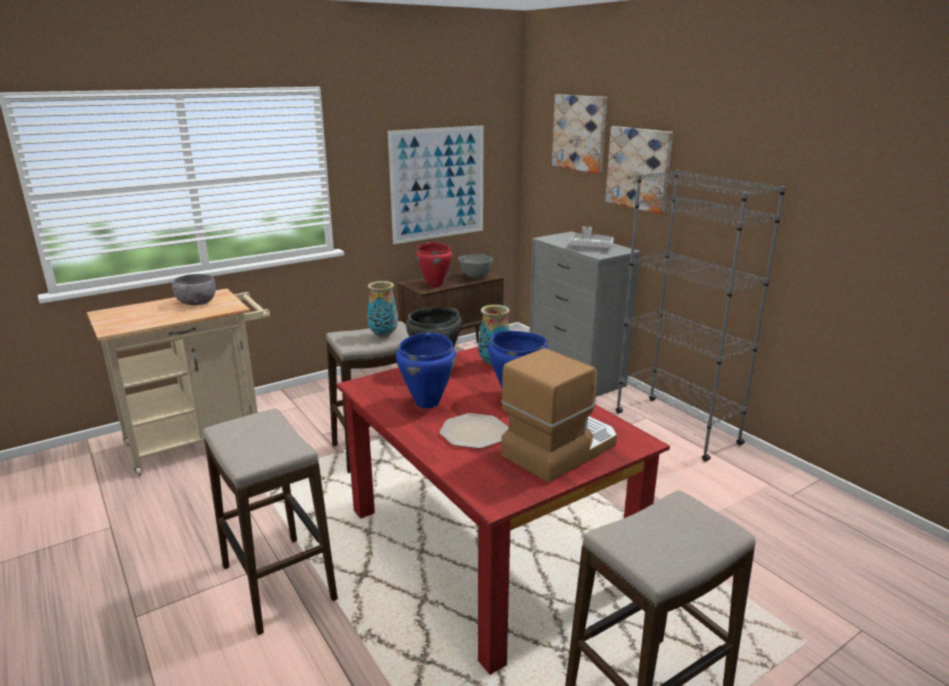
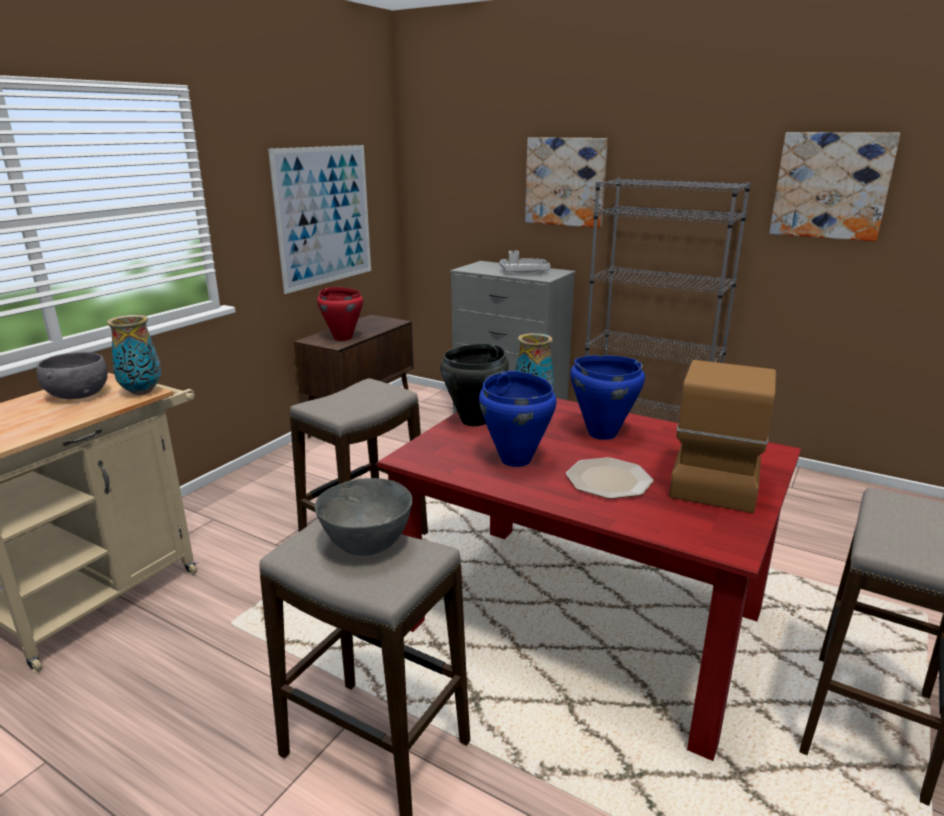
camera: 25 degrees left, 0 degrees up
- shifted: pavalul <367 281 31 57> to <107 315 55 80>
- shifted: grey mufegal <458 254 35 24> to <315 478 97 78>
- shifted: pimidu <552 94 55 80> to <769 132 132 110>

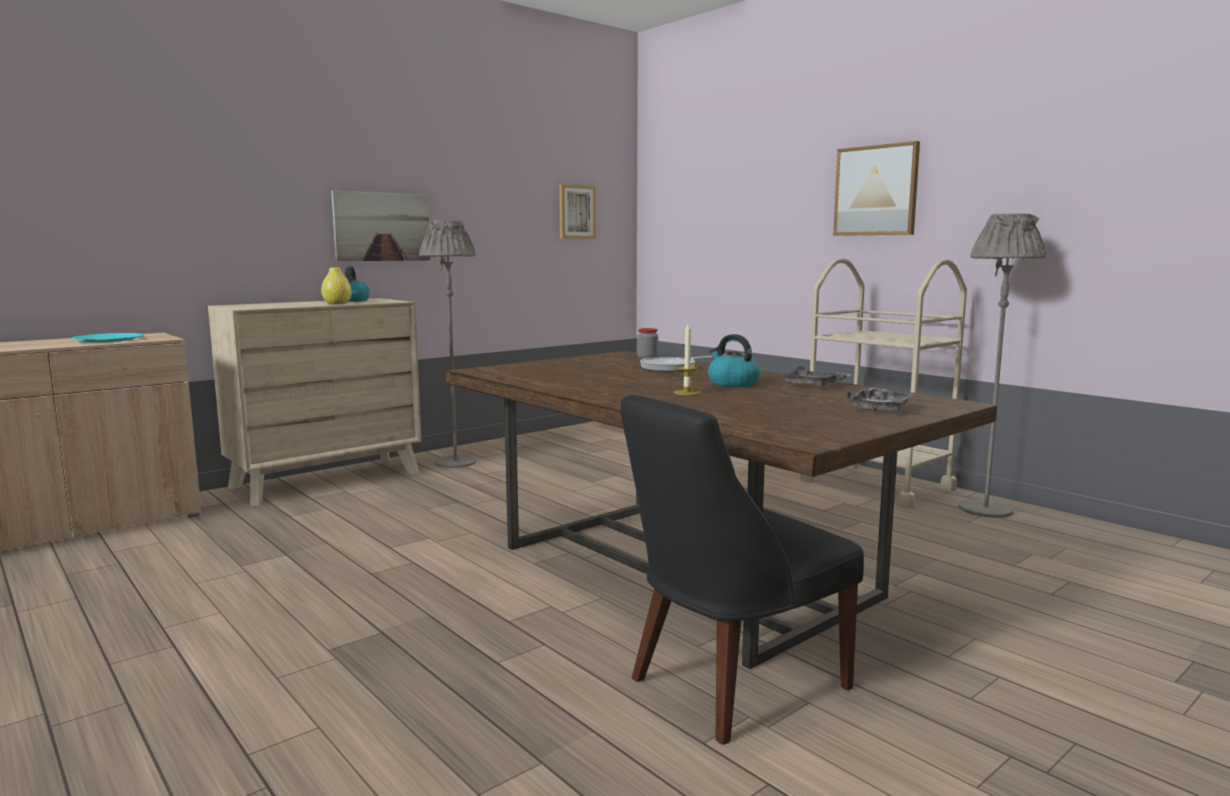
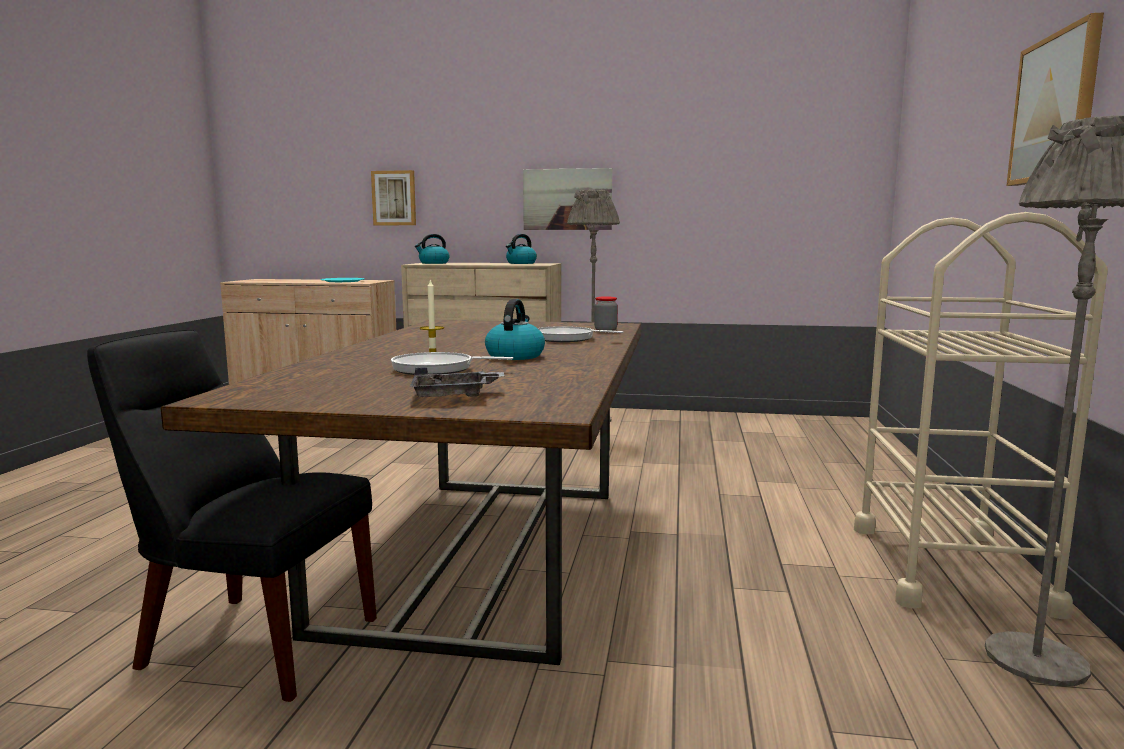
camera: 50 degrees right, 0 degrees up
- gone: yellow pavalul <321 268 31 36>
- gone: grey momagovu <781 366 71 21>
- new: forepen <391 352 122 23>
- new: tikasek <415 234 34 30>
- shifted: pimidu <559 184 37 55> to <371 170 45 55>

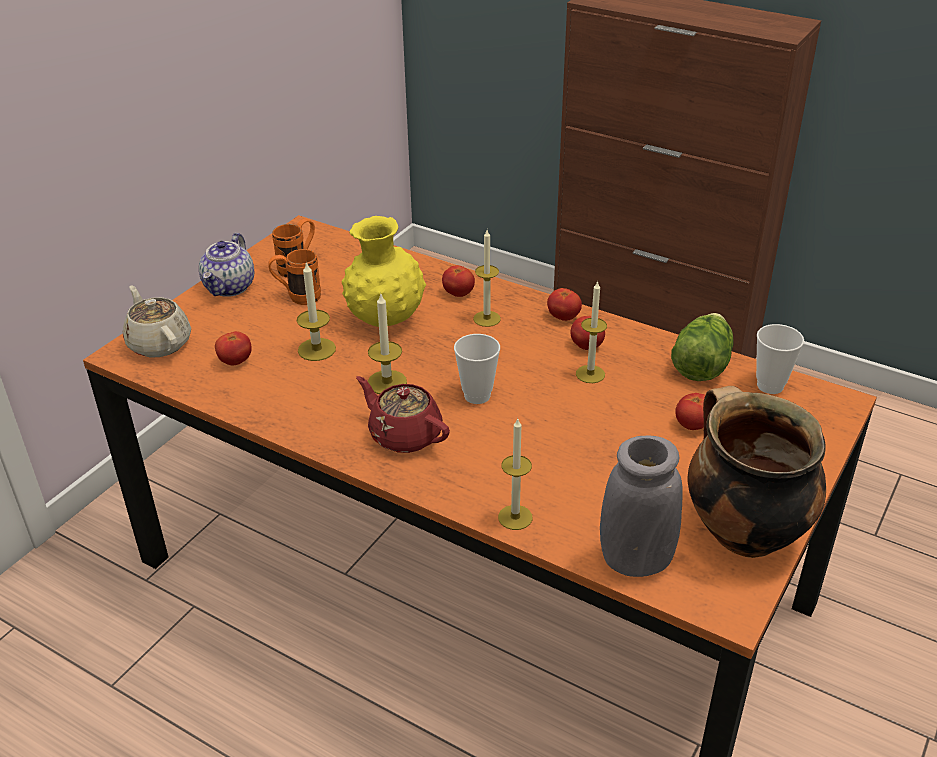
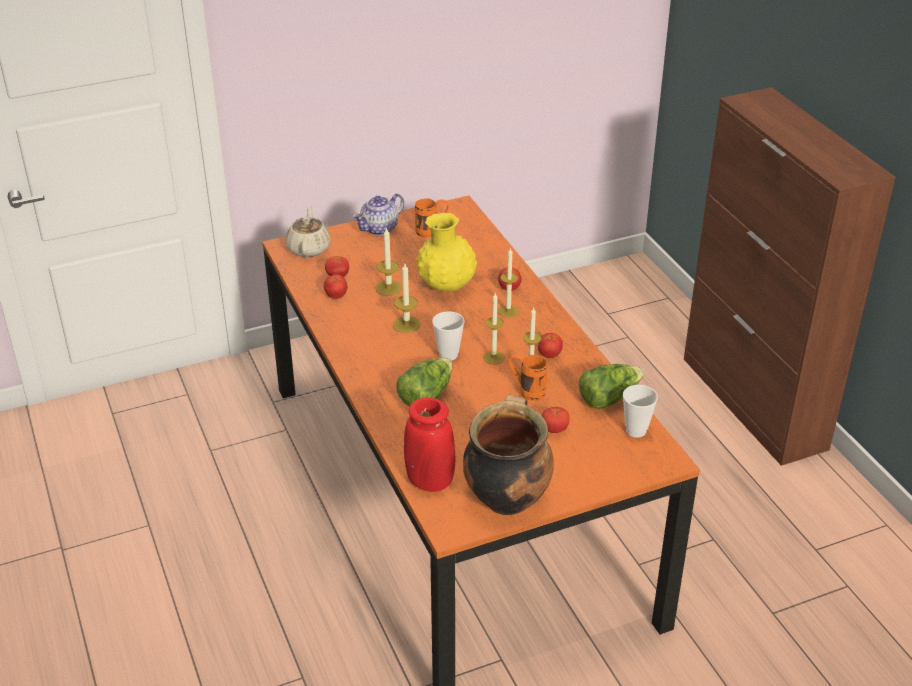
camera: 35 degrees right, 0 degrees up
- gone: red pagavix <356 376 94 77>
- new: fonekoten <396 358 56 49>
- shifted: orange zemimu <268 249 53 56> to <508 354 40 47>
- shifted: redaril <498 418 35 112> to <483 293 21 71>
- shifted: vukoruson <547 288 35 33> to <324 275 23 24>
- repainted: grey pavalul <600 436 83 141> to red pavalul <404 397 51 95>

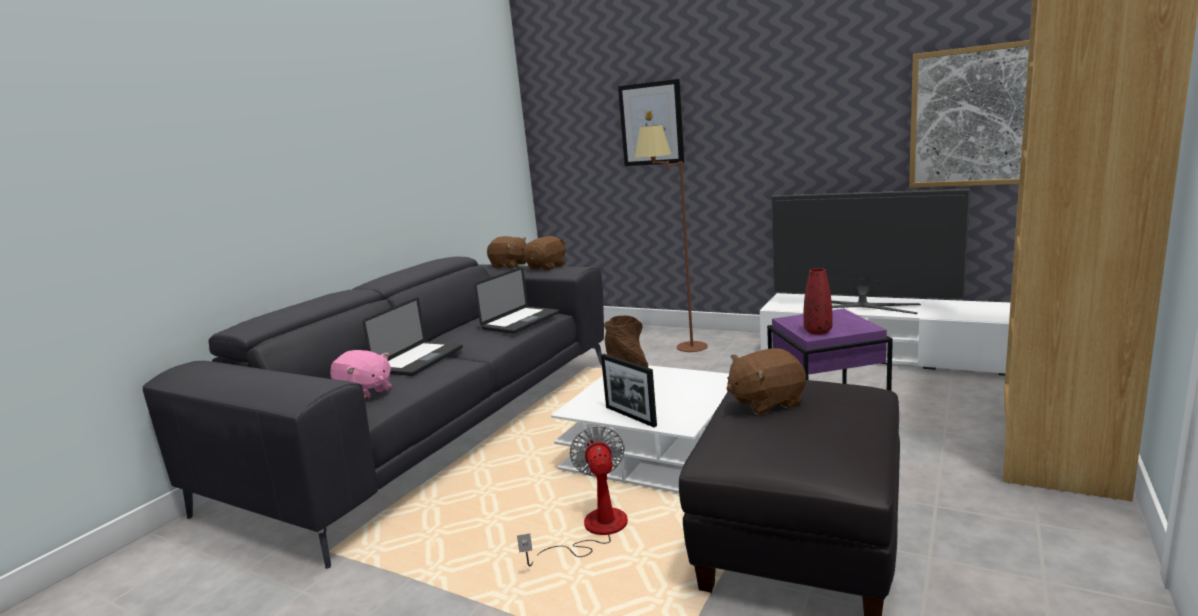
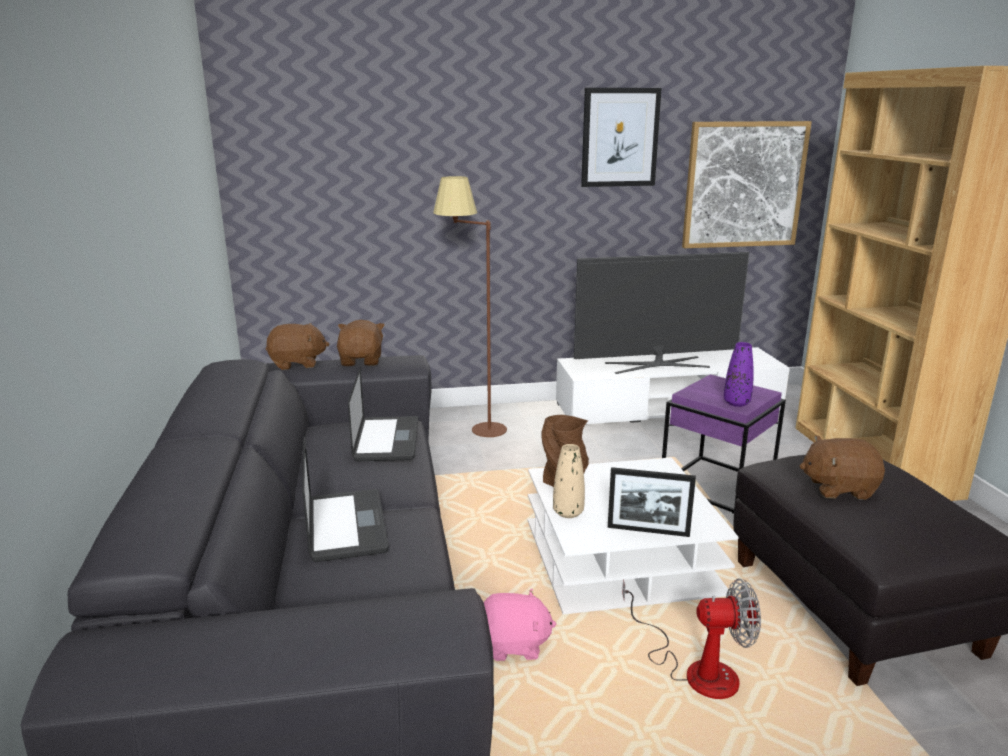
camera: 40 degrees left, 5 degrees up
- new: beige pavalul <553 444 32 74>
- shifted: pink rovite <330 350 62 51> to <484 589 72 72>
- shifted: pimidu <618 79 66 87> to <581 88 81 99>
- repainted: red pavalul <803 268 30 67> to purple pavalul <724 342 30 65>
- rotated: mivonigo <517 426 111 141> = <622 579 139 120> 135 degrees clockwise
- rotated: brown rovite <727 348 79 67> = <800 435 85 65> 60 degrees clockwise

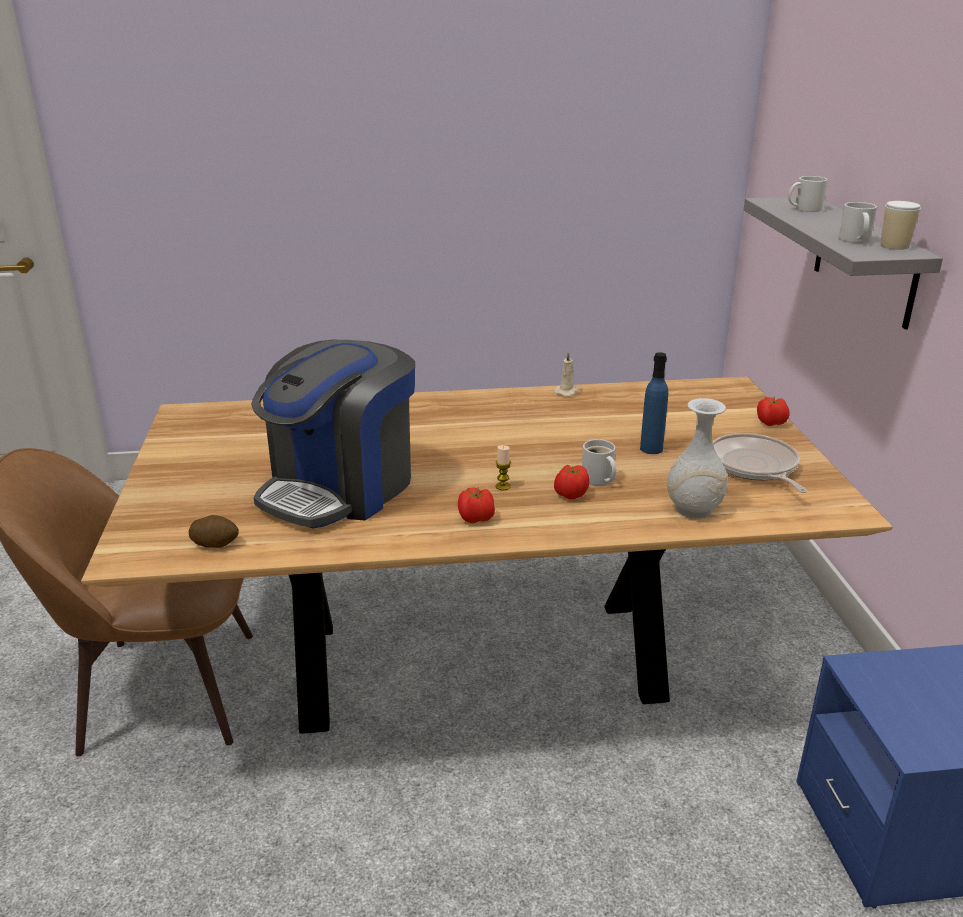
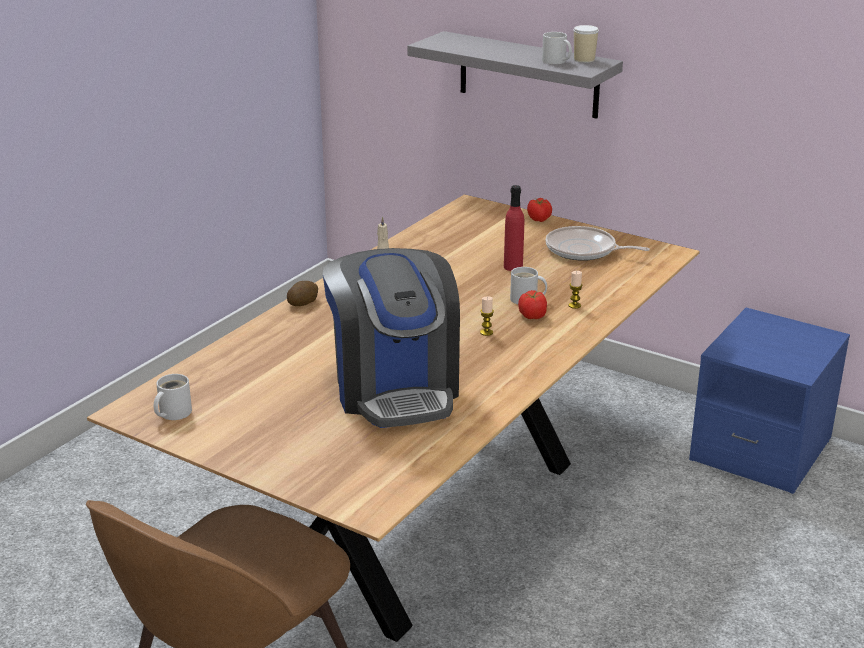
camera: 50 degrees left, 0 degrees up
- gone: vukoruson <458 487 37 36>
- gone: white pavalul <667 398 61 120>
- new: redaril <568 271 14 38>
- shifted: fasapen <189 515 50 33> to <287 281 31 25>
- shifted: white zemimu <788 176 39 36> to <154 374 38 46>
- repainted: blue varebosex <640 352 28 102> to red varebosex <504 185 20 86>

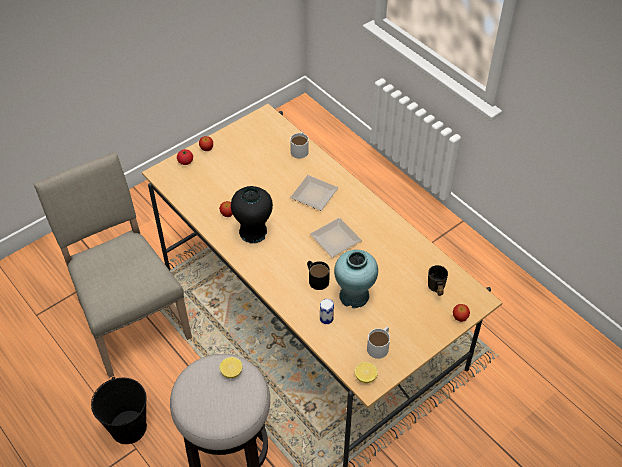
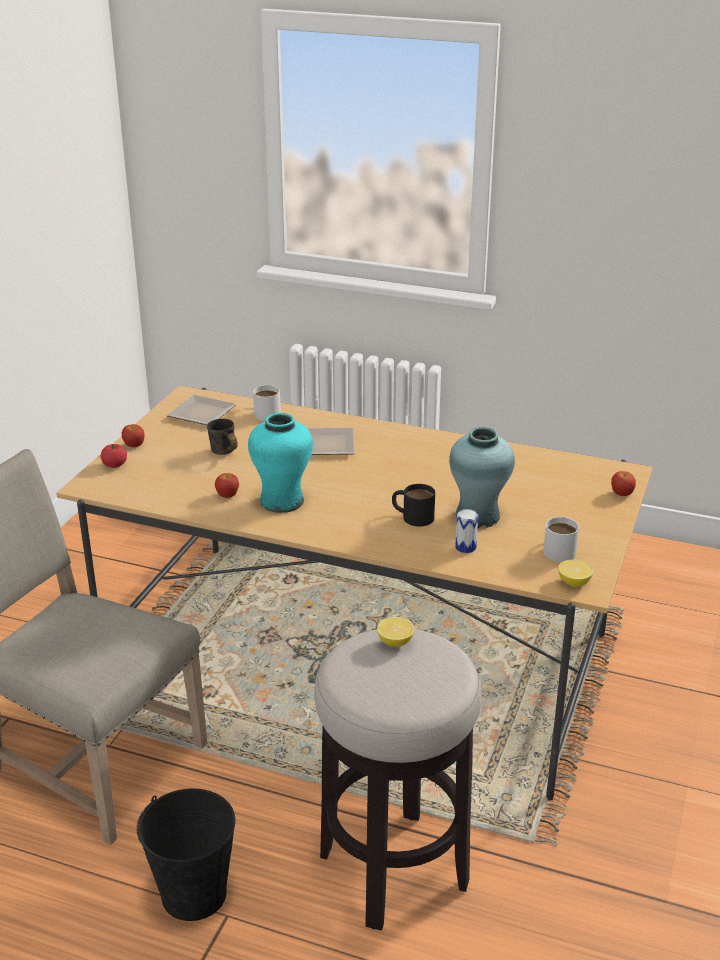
camera: 30 degrees left, 20 degrees down
- shifted: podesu <310 218 52 40> to <167 395 69 30>
- shifted: grey zemimu <428 265 20 31> to <207 419 31 36>
- repainted: black pavalul <231 186 42 58> to turquoise pavalul <248 413 65 100>

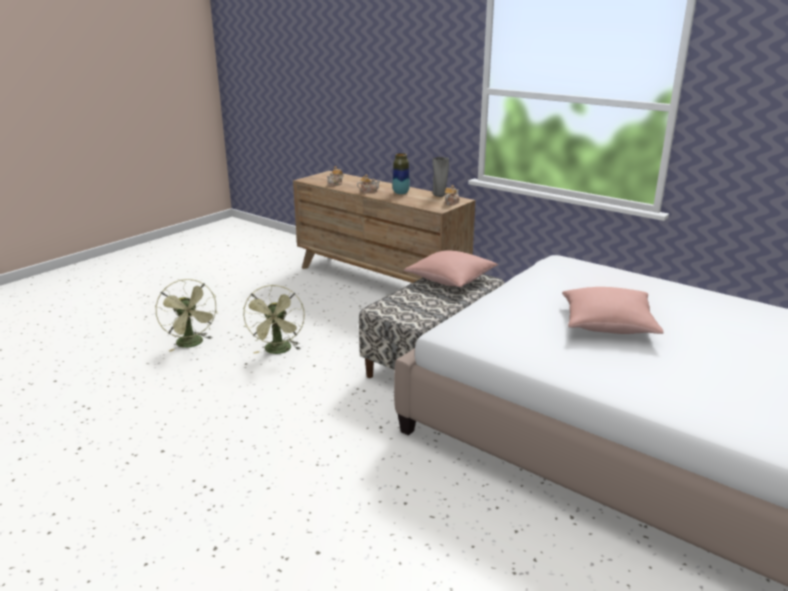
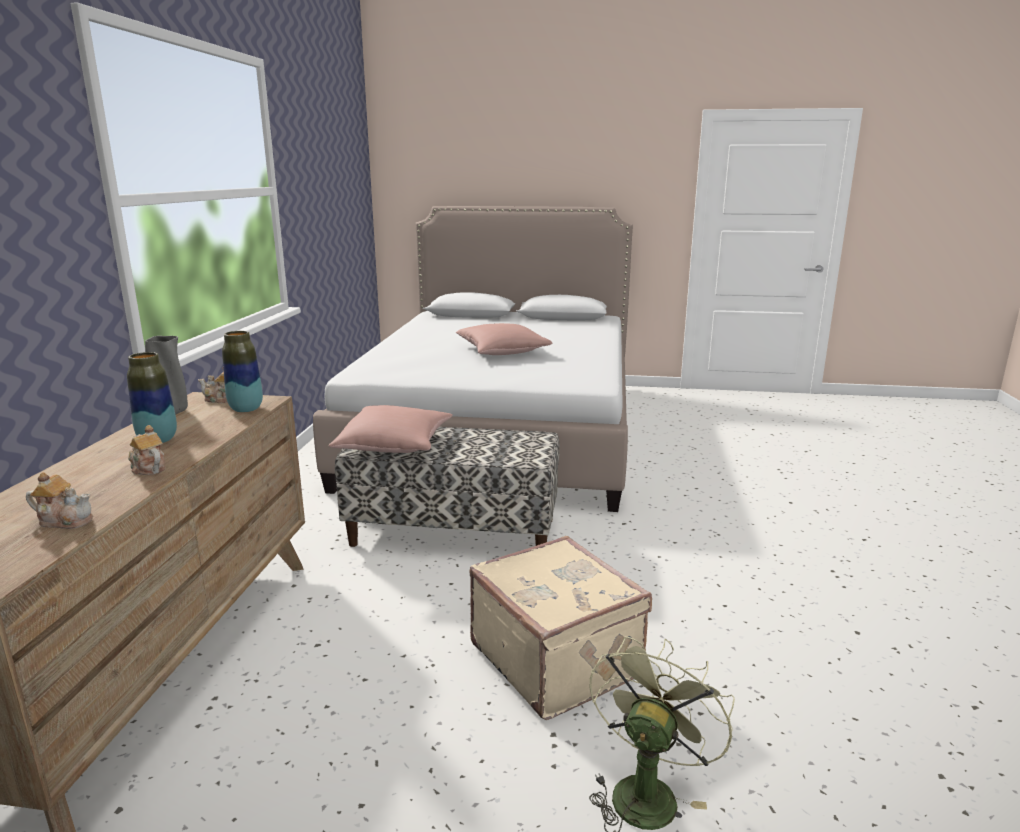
camera: 120 degrees left, 5 degrees down
- new: pavalul <222 331 41 81>
- swapped: green mivonigo <243 285 62 69> to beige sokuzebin <470 536 182 184>

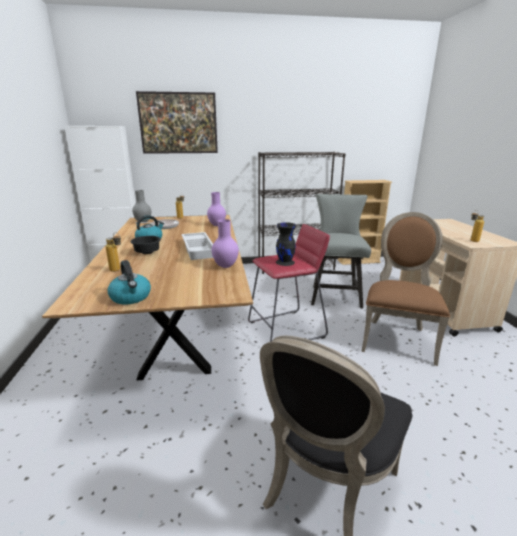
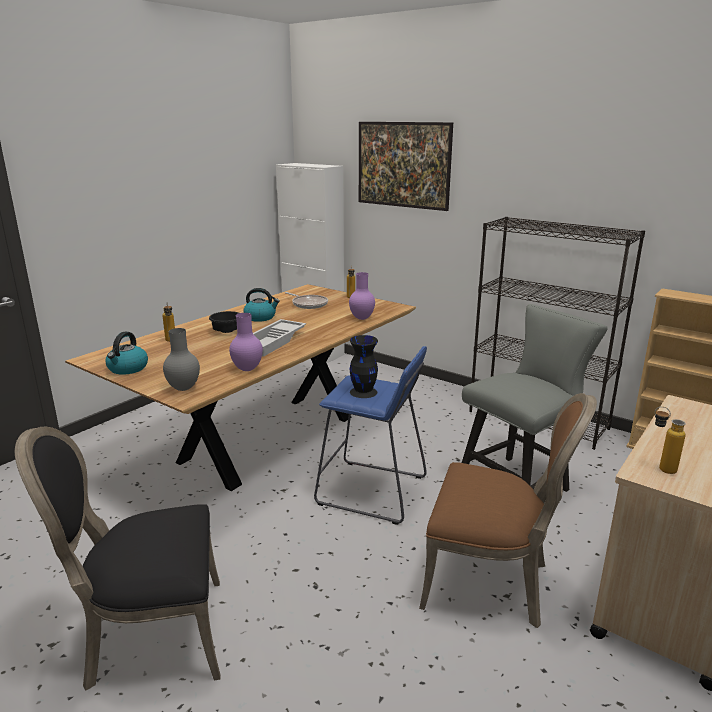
camera: 45 degrees right, 0 degrees up
- shifted: grey pavalul <132 190 19 32> to <163 328 37 63>
- repainted: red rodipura <248 224 82 118> to blue rodipura <314 346 113 179>
- rotated: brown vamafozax <361 212 89 154> = <419 393 178 235> 45 degrees clockwise

